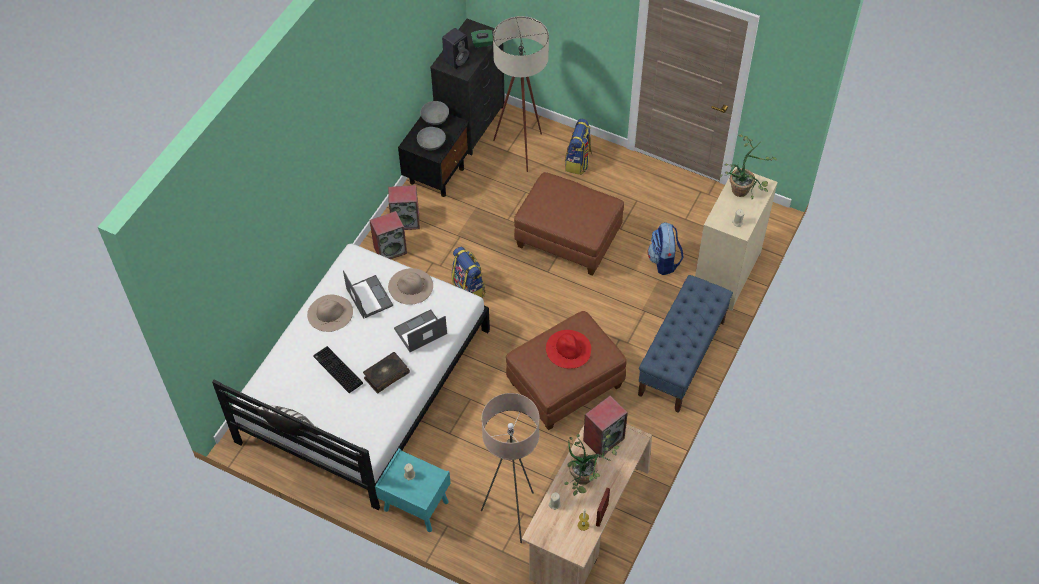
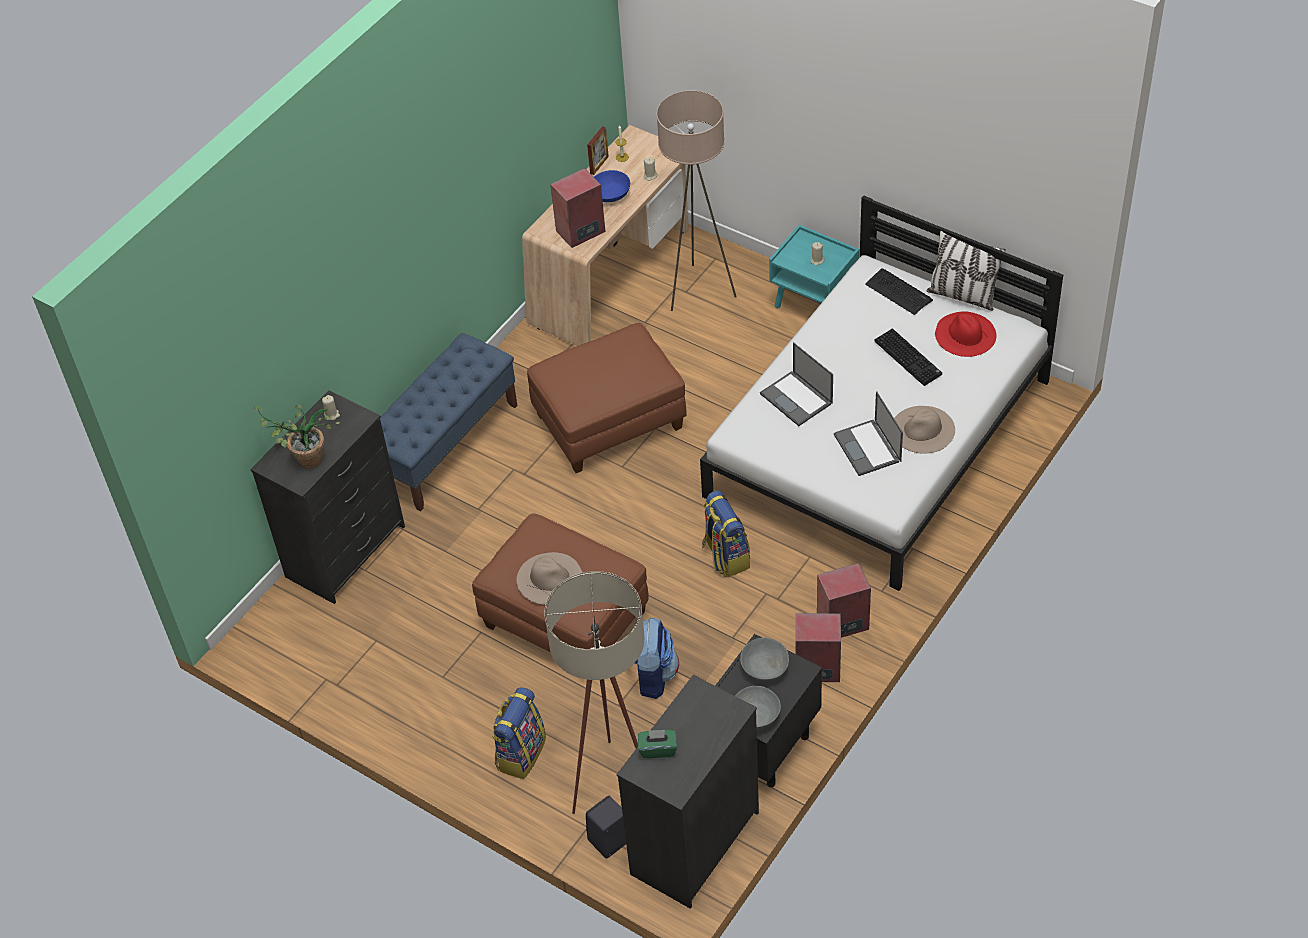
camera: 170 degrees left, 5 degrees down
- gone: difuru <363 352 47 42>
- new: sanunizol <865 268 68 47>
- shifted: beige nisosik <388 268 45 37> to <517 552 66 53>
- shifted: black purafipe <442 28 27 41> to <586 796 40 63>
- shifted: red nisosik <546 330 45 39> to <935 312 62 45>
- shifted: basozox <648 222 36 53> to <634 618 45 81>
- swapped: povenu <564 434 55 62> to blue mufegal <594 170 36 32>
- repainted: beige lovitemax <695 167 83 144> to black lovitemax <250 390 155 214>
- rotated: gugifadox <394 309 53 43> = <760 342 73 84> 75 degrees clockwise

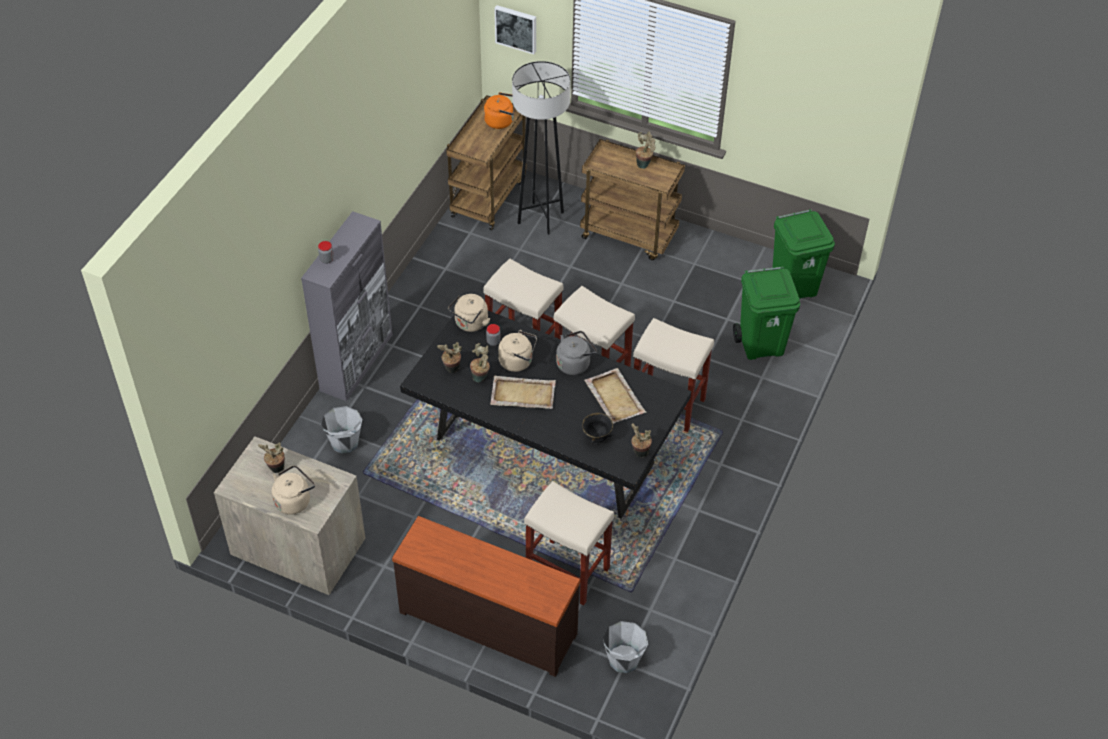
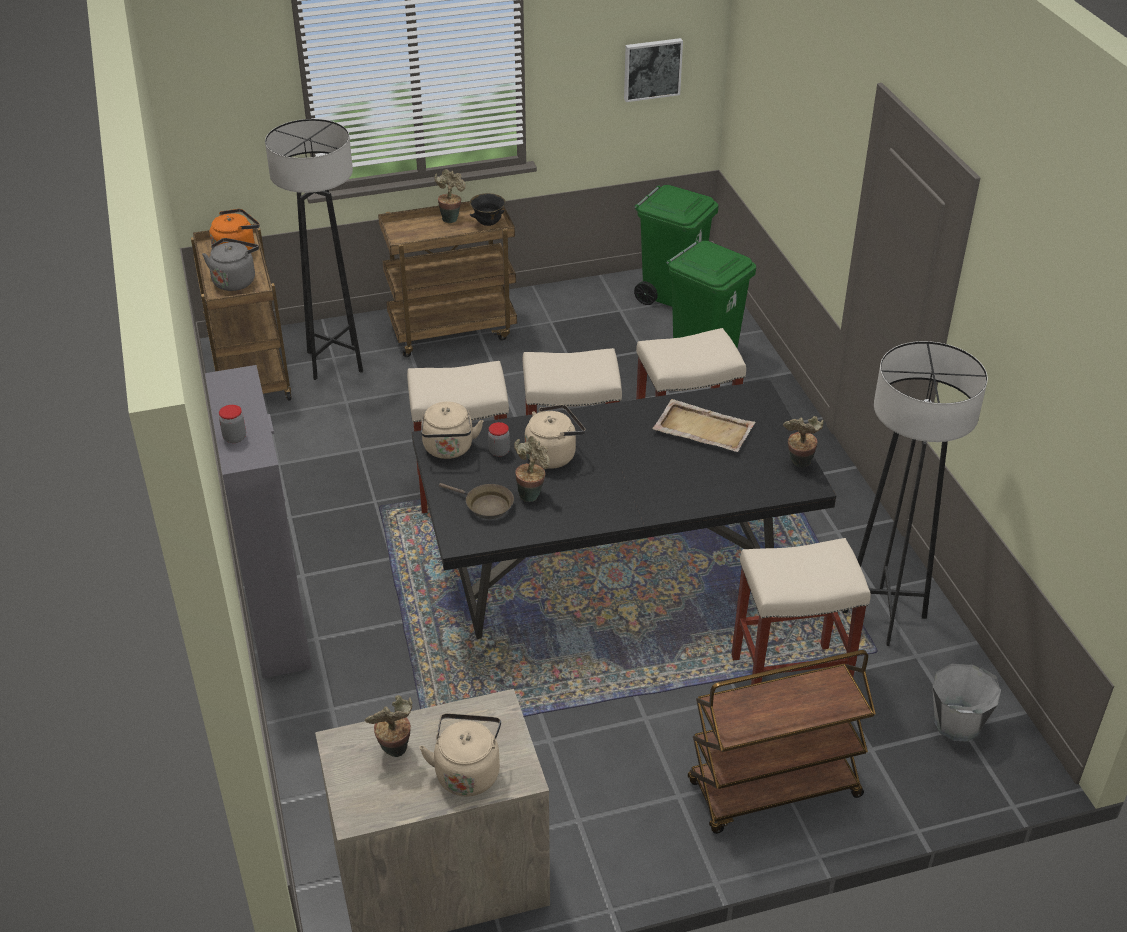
camera: 40 degrees left, 10 degrees down
- gone: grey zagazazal <321 406 41 48>
- gone: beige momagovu <490 376 66 33>
- new: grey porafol <842 341 146 305>
- shifted: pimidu <494 5 42 49> to <624 38 59 64>
- shifted: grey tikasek <556 331 41 44> to <202 238 57 53>
- shifted: black mufegal <582 413 31 31> to <470 193 36 33>
- swapped: brown lovitemax <392 516 188 161> to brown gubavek <688 650 188 184>
- swapped: povenu <437 342 25 31> to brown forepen <439 483 75 36>

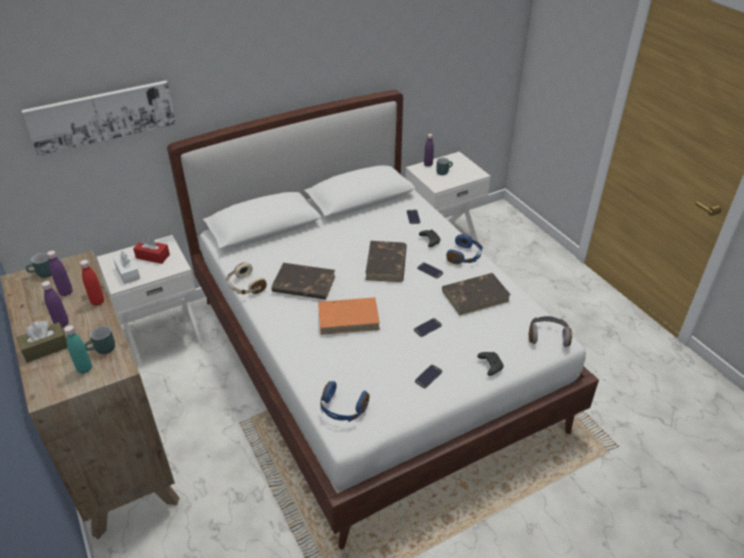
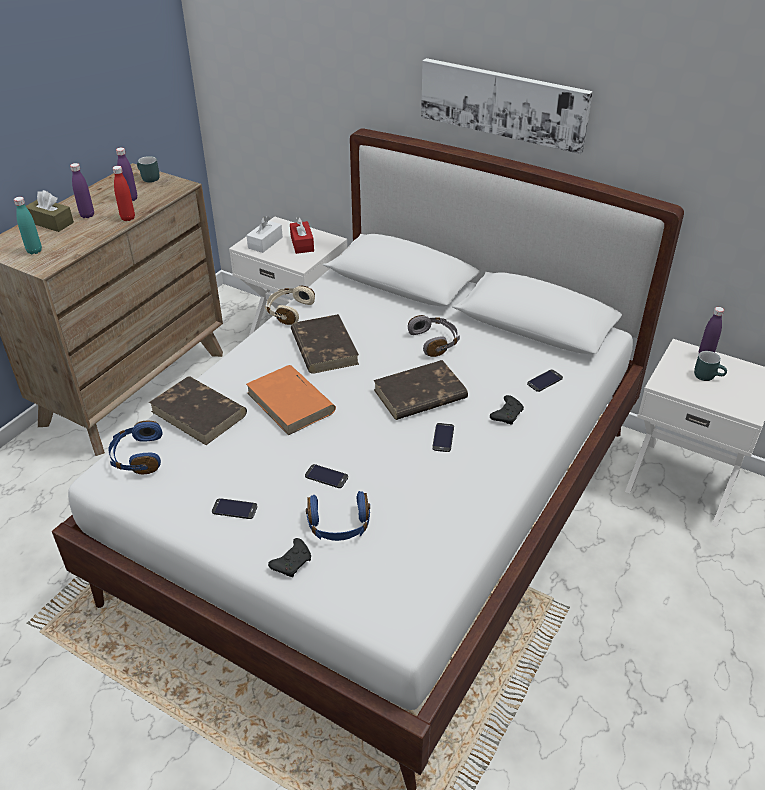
camera: 60 degrees right, 0 degrees up
- gone: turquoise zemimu <84 325 31 29>
- shifted: pimidu <21 80 155 76> to <421 58 172 96>
- shifted: brown difuru <442 273 69 42> to <149 376 98 69>
- shifted: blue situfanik <446 234 37 30> to <306 491 64 50>
- shifted: grey situfanik <528 316 44 31> to <408 315 52 42>

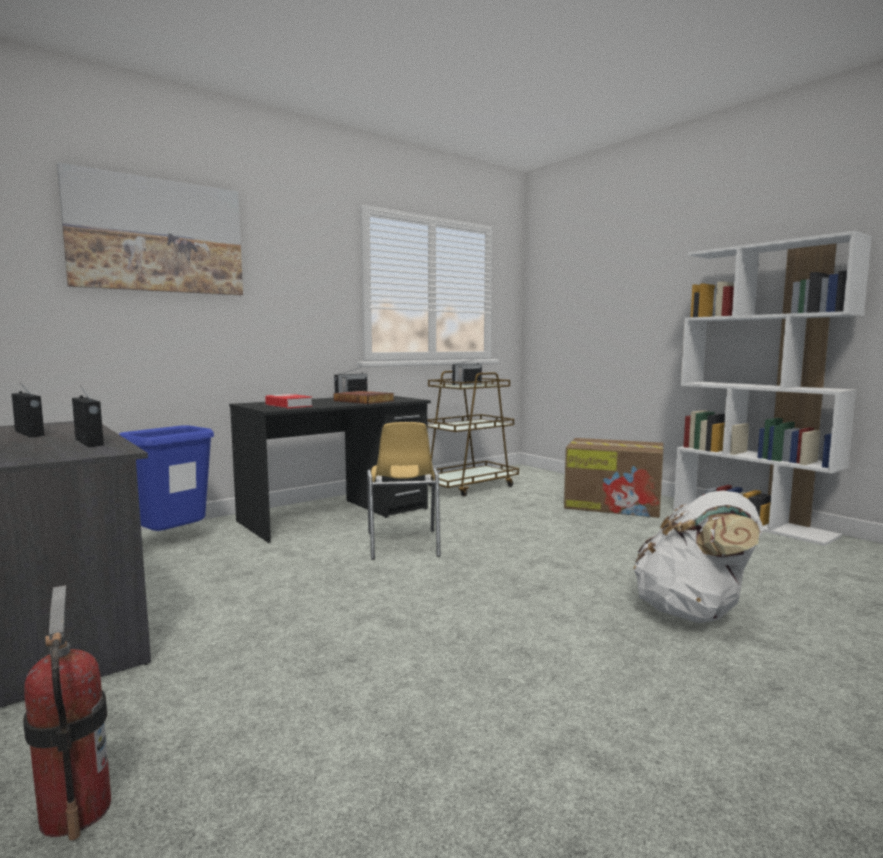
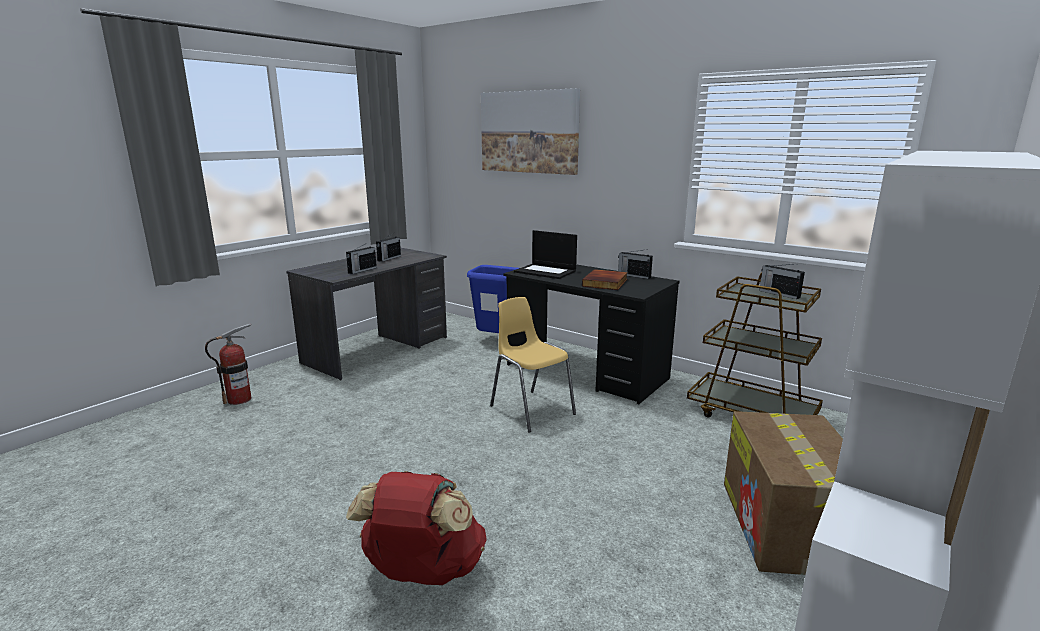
camera: 75 degrees right, 10 degrees up
- swapped: difuru <265 394 47 14> to gugifadox <514 230 63 49>
- repainted: white basozox <633 490 131 133> to red basozox <346 471 141 114>
- rotated: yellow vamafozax <367 422 73 138> = <490 297 86 136> 75 degrees clockwise

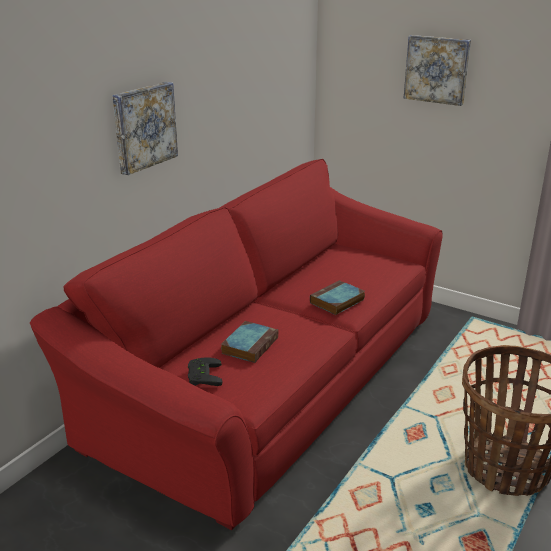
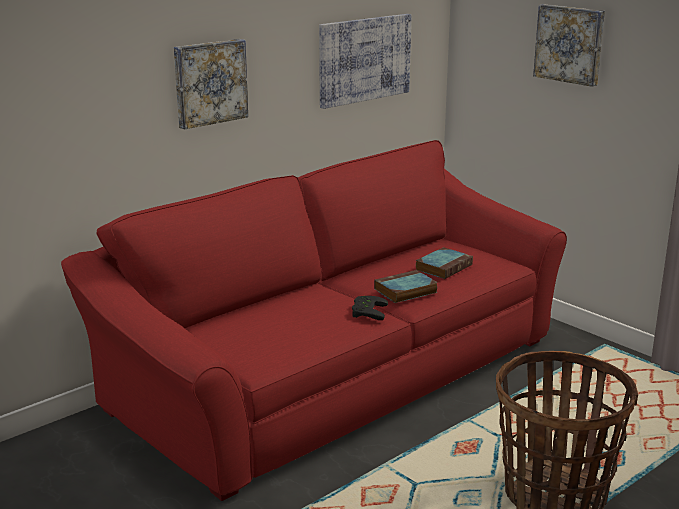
camera: 15 degrees right, 5 degrees down
- new: pimidu <319 14 92 95>
- shifted: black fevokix <188 357 35 29> to <352 296 36 24>
- shifted: difuru <221 321 57 42> to <416 247 57 32>

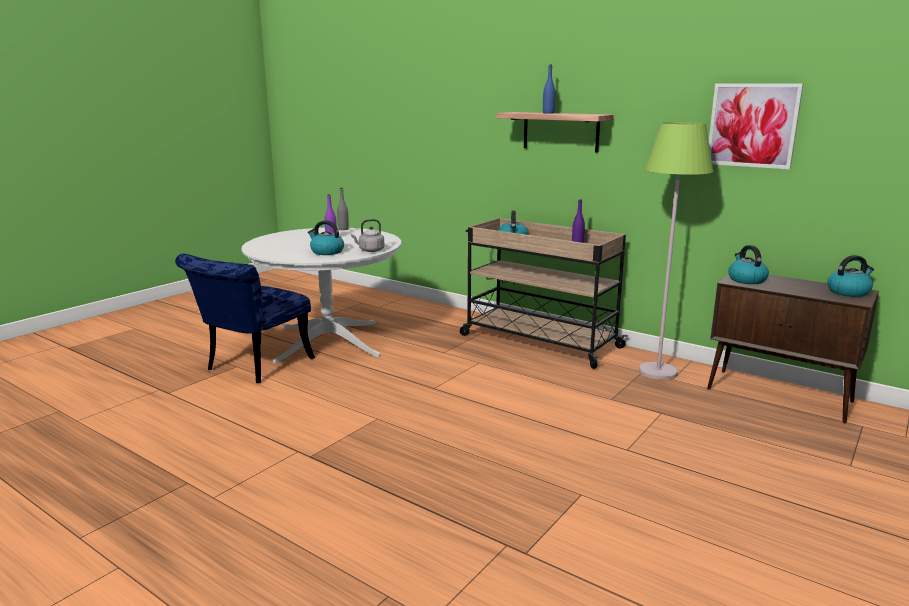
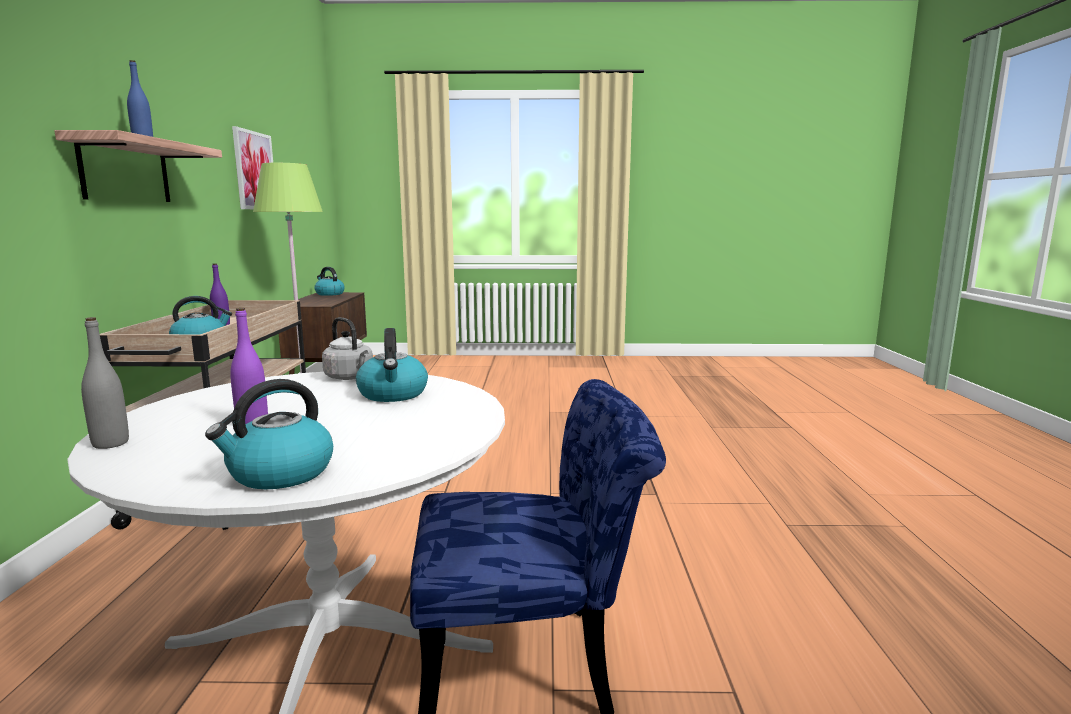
camera: 125 degrees left, 5 degrees down
- shifted: tikasek <728 245 41 39> to <205 379 128 110>

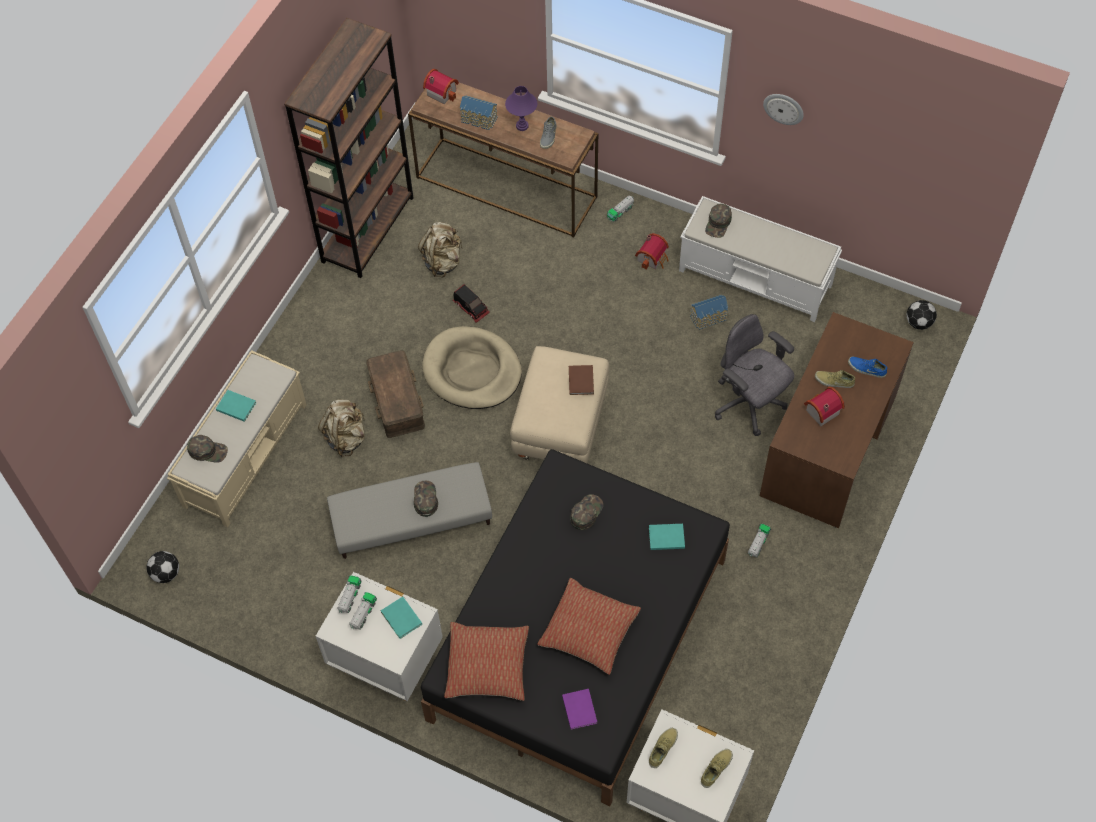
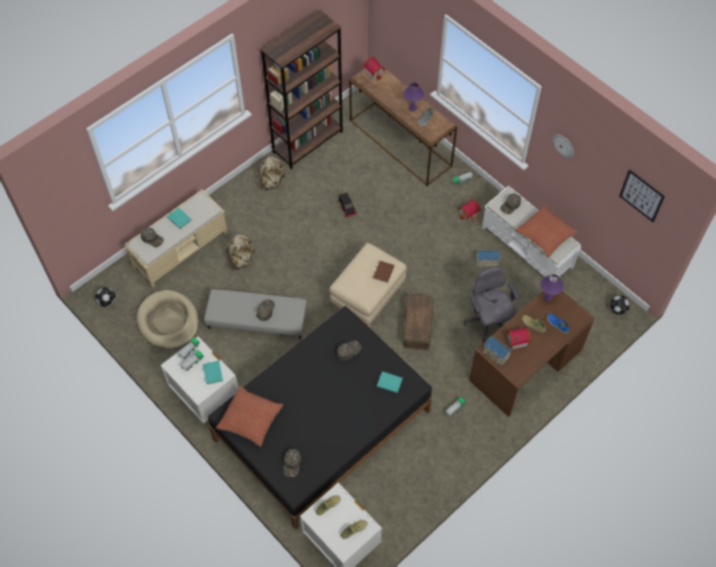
camera: 20 degrees right, 0 degrees up
- new: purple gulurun <541 274 22 27>
- new: pimidu <619 169 46 53>
- shifted: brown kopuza <366 350 59 88> to <402 294 32 56>
- shifted: beige basozox <418 222 44 55> to <258 156 27 35>
- shifted: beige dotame <422 326 100 83> to <137 290 62 59>
- shifted: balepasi <460 96 38 34> to <483 336 28 29>
- shifted: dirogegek <537 578 104 97> to <515 205 63 52>
- swapped: purple difuru <562 689 35 41> to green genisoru <283 449 18 28>

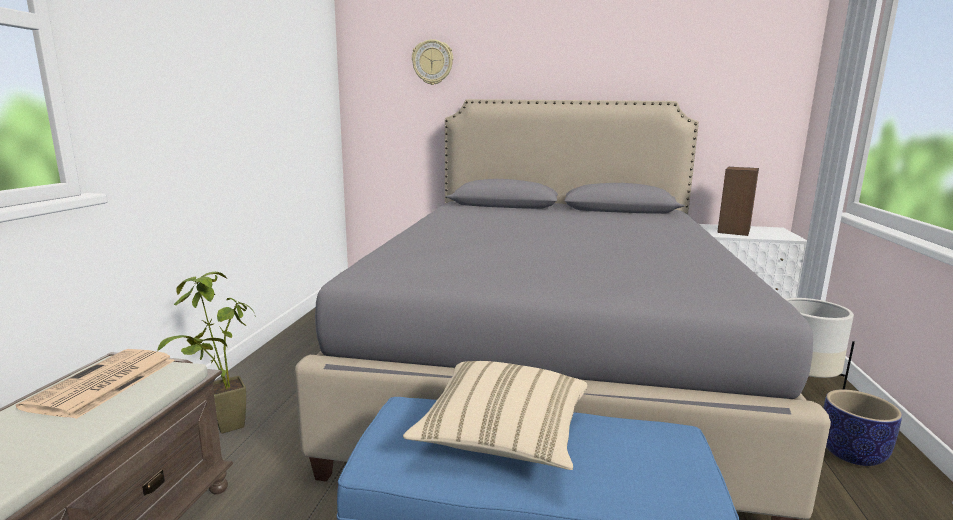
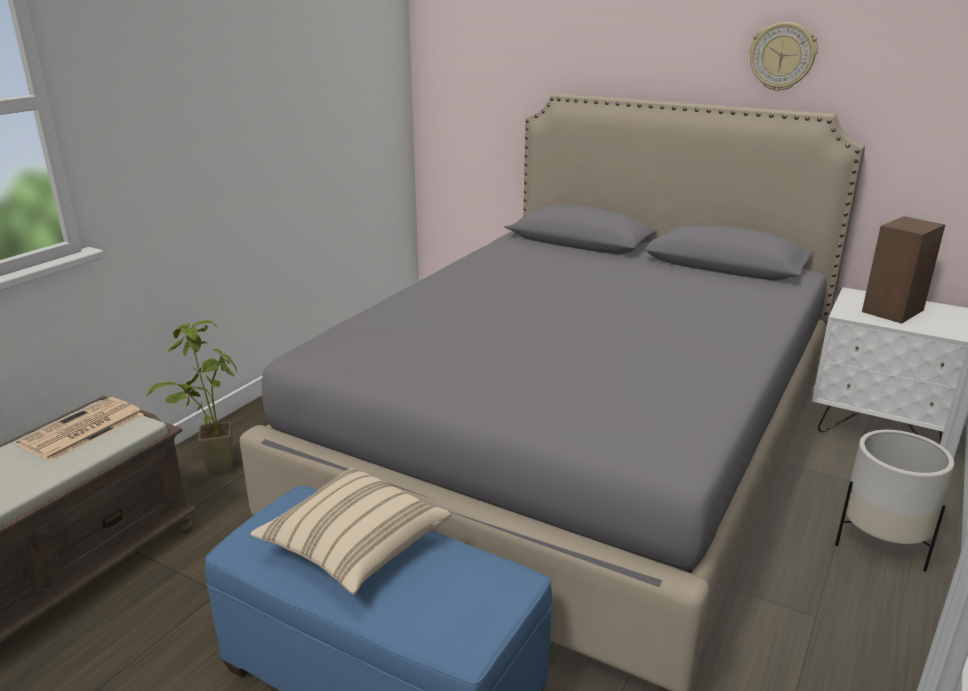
camera: 20 degrees right, 10 degrees up
- gone: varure <823 389 79 77>
- shifted: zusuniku <412 39 41 46> to <749 22 69 69>

